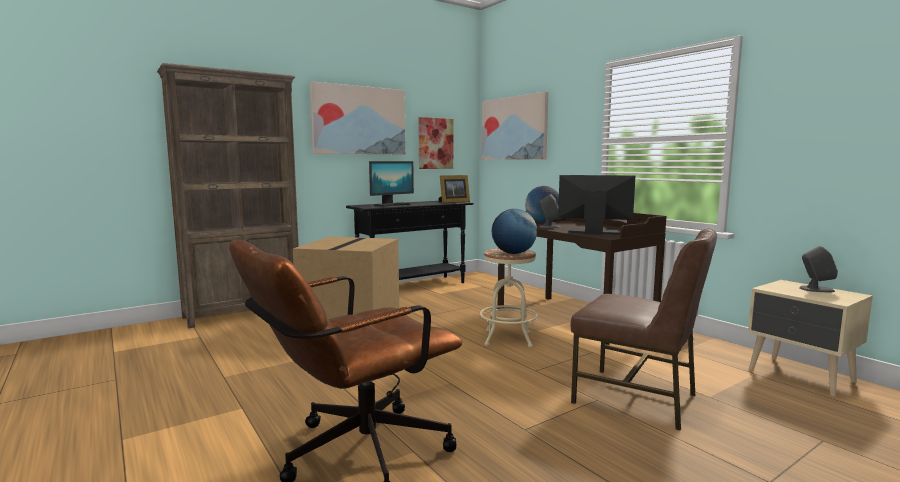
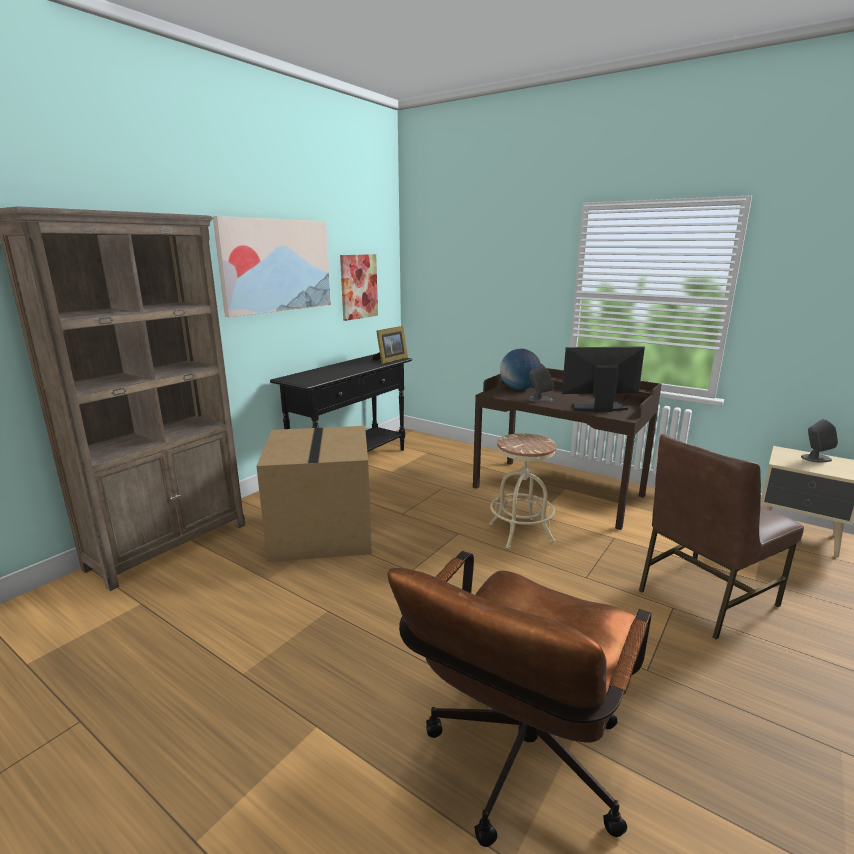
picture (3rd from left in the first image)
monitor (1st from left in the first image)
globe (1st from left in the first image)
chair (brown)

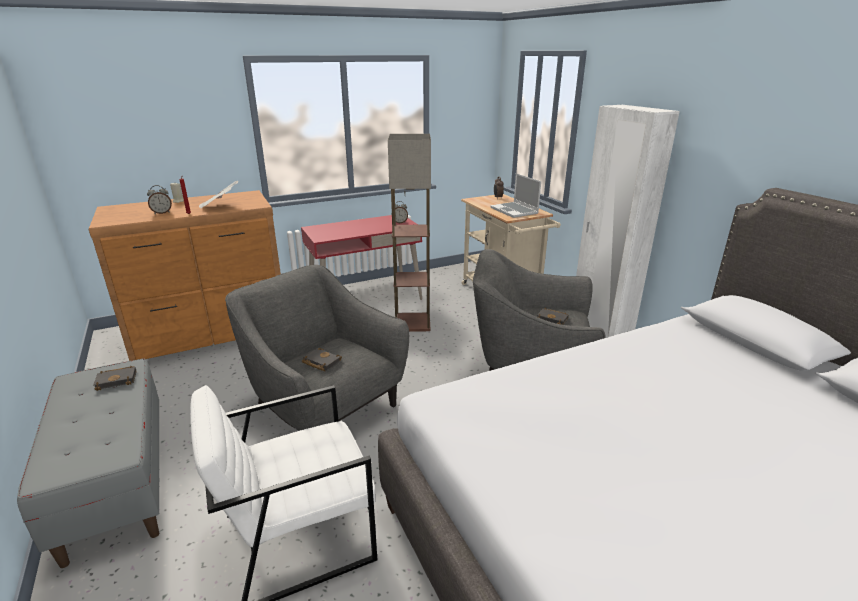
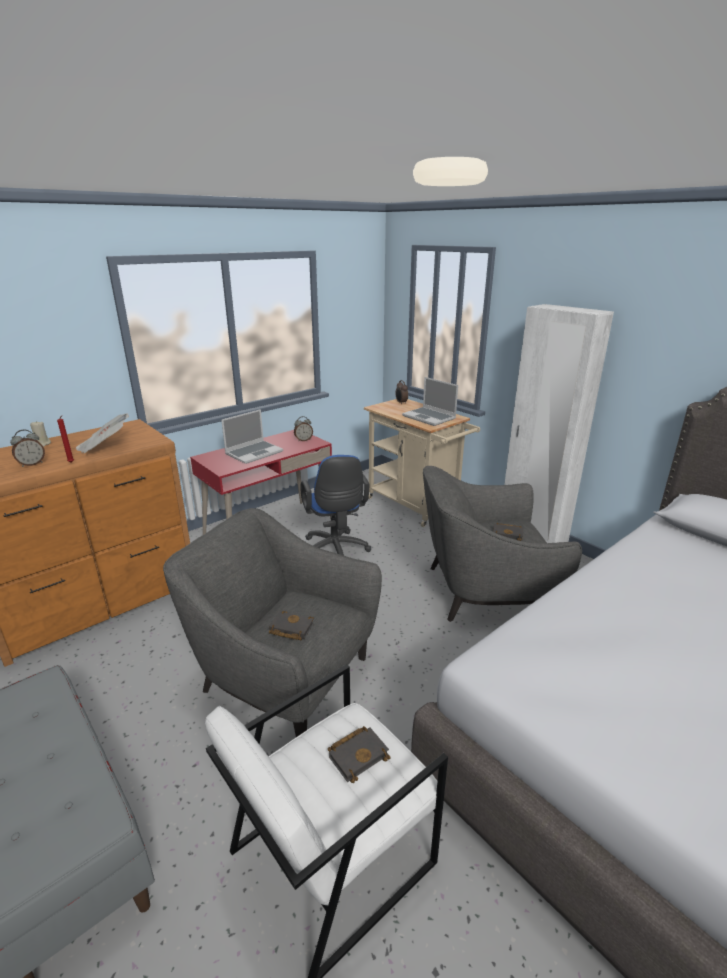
office chair (blue)
book (black) (2nd from left)
laptop (1st from left)

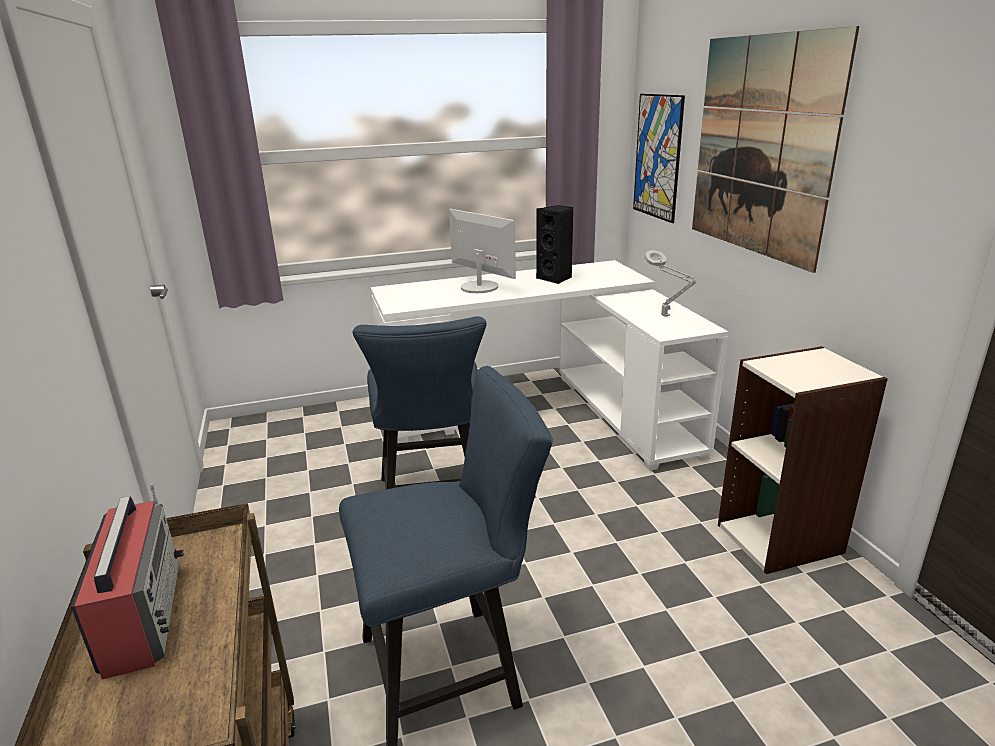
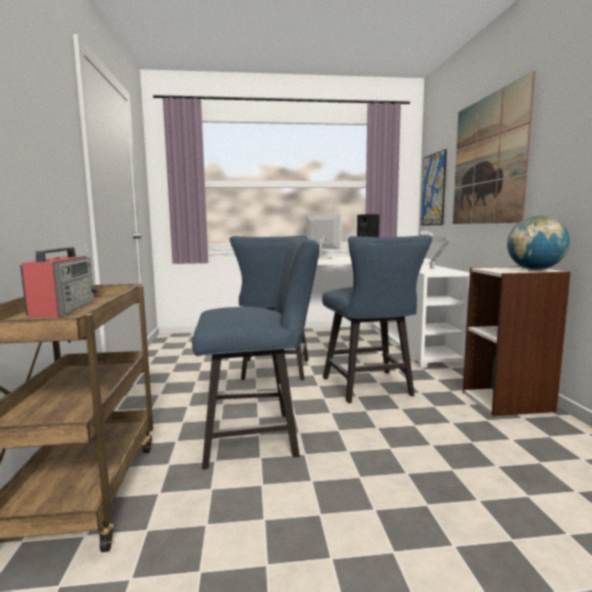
globe
chair (blue) (3rd from left)

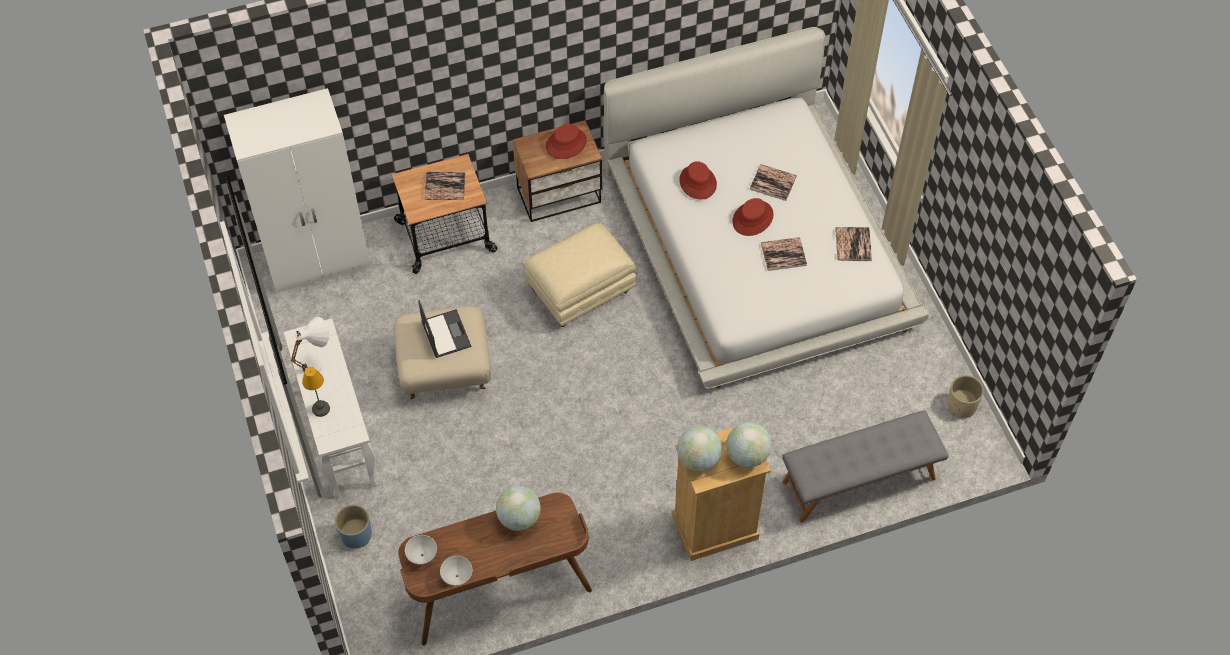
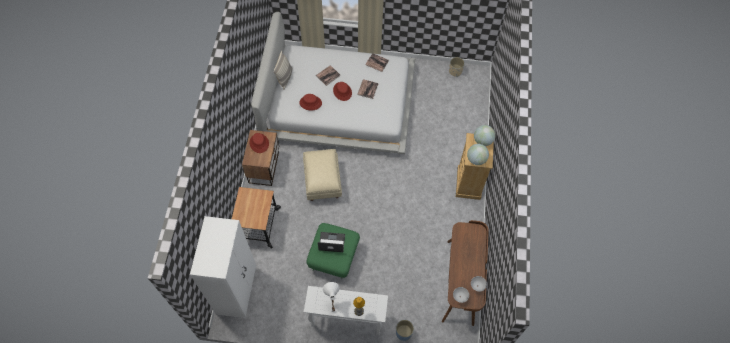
book (1st from left in the first image)
ottoman (green)
bench (grey)
globe (1st from left in the first image)
pillow

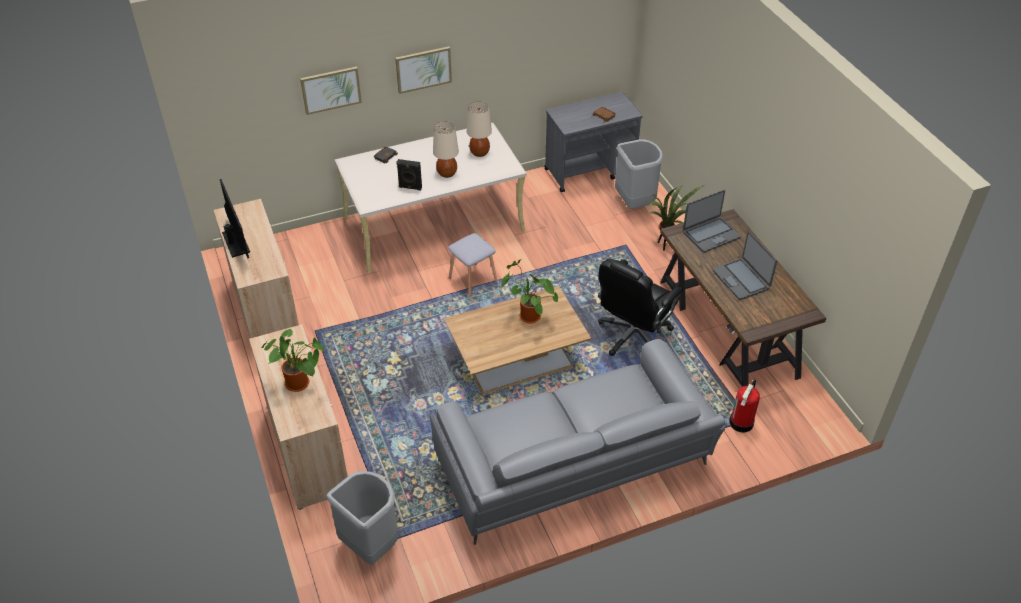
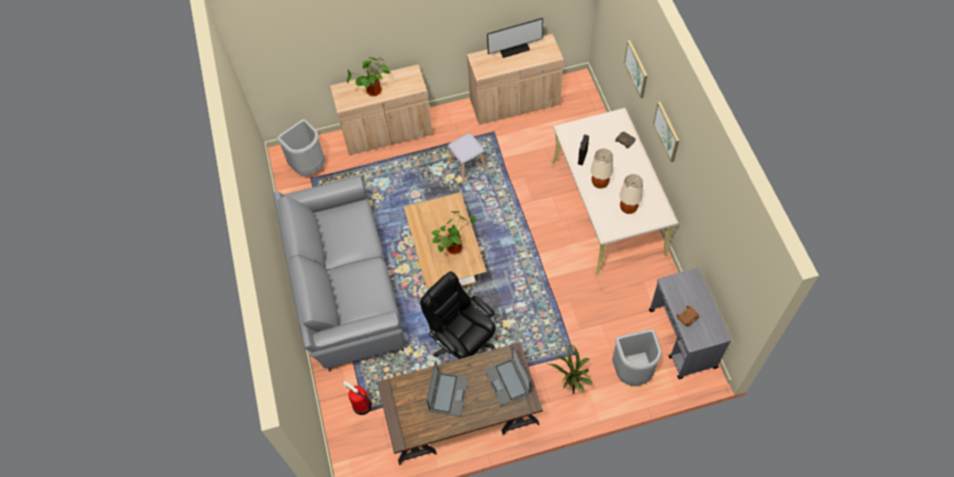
laptop (1st from left)
stool (grey)

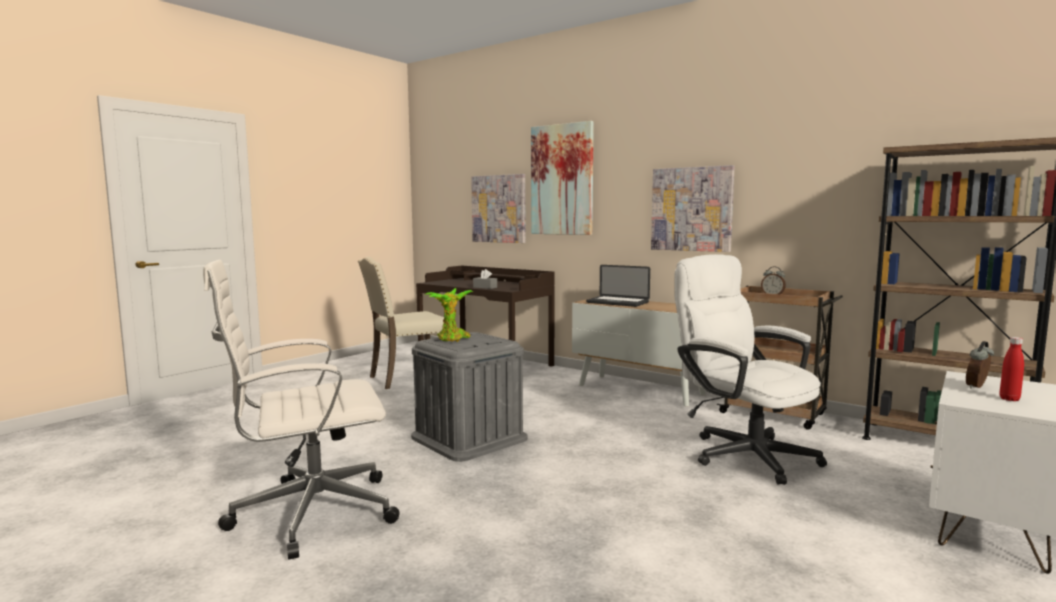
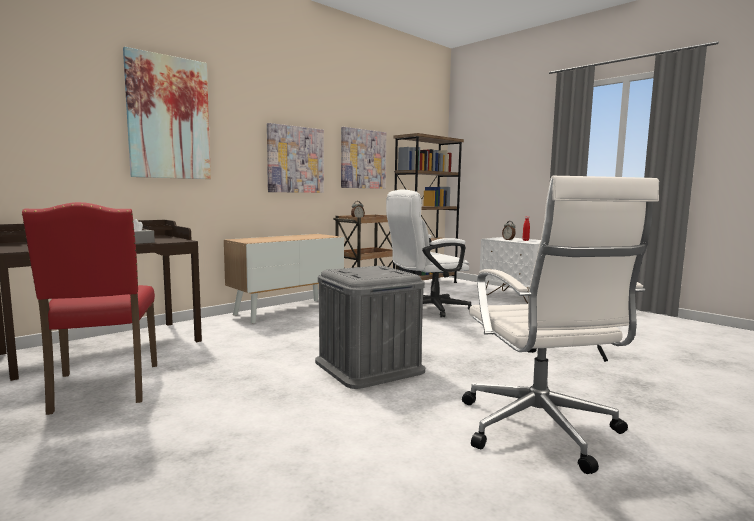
picture (3rd from left)
chair (red)
laptop
potted plant

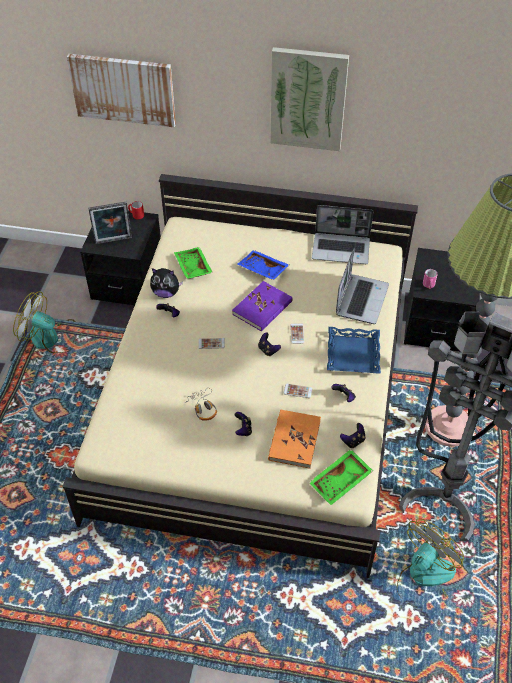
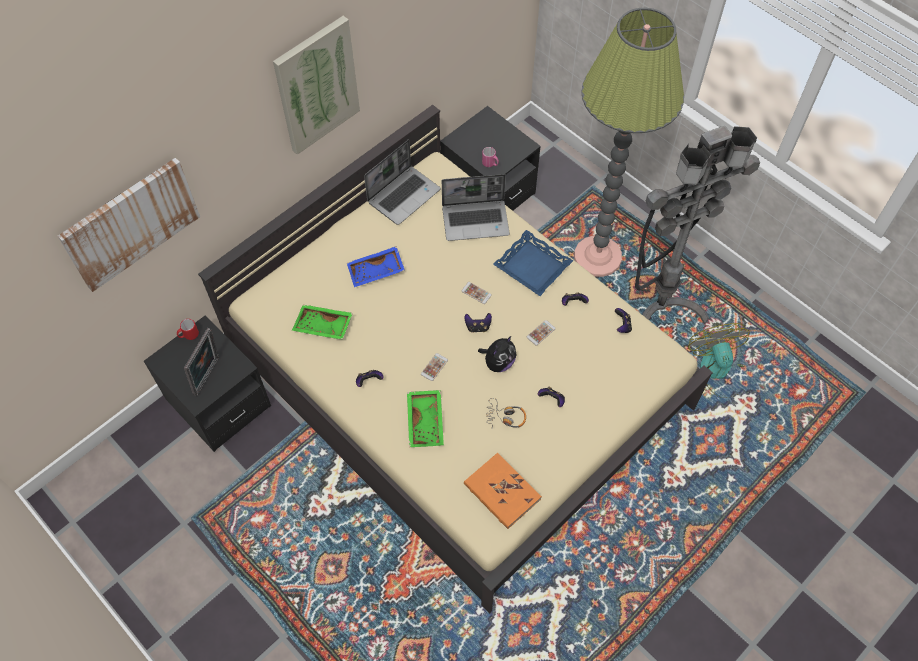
laptop (2nd from left)
plush toy
book (purple)
fan (1st from left in the first image)
book (orange)
tray (green) (2nd from left)

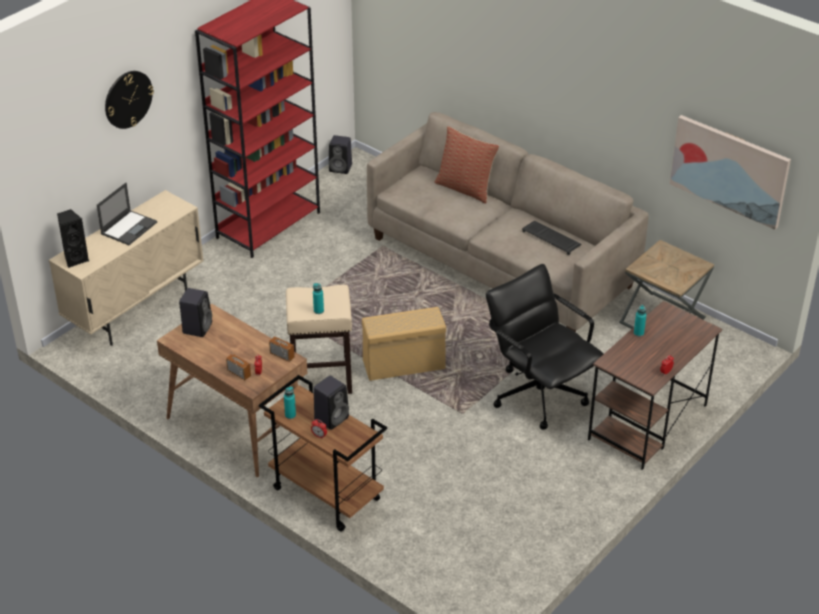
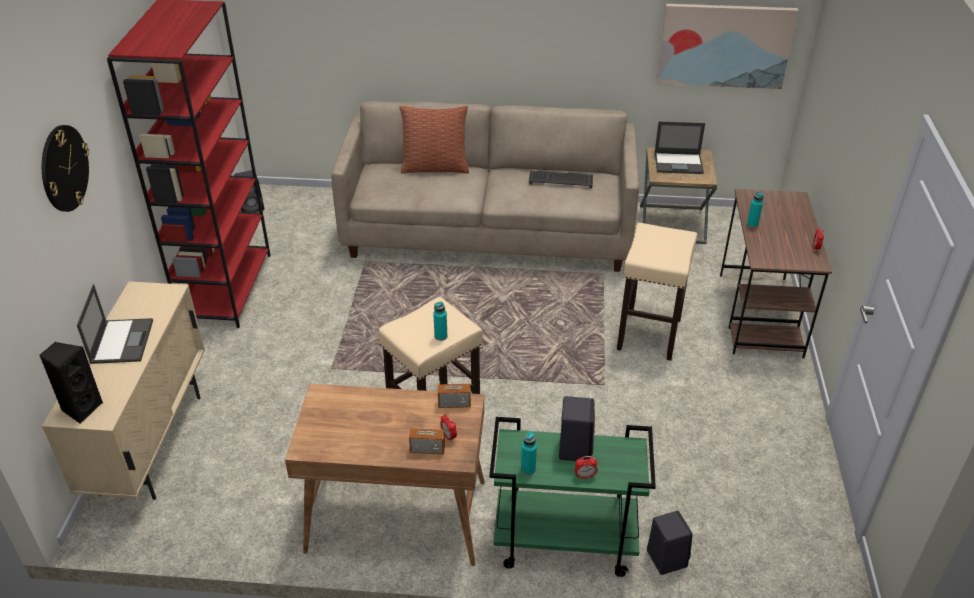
stool (beige) (2nd from left)
speaker (black) (4th from left)
storage box (beige)
cart (green)
laptop (2nd from left)

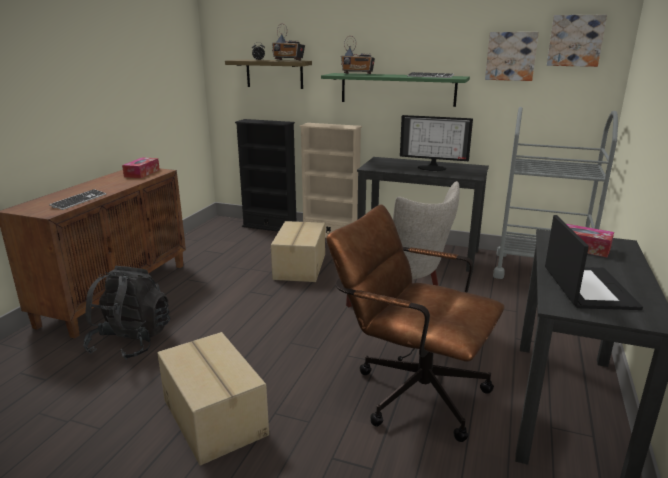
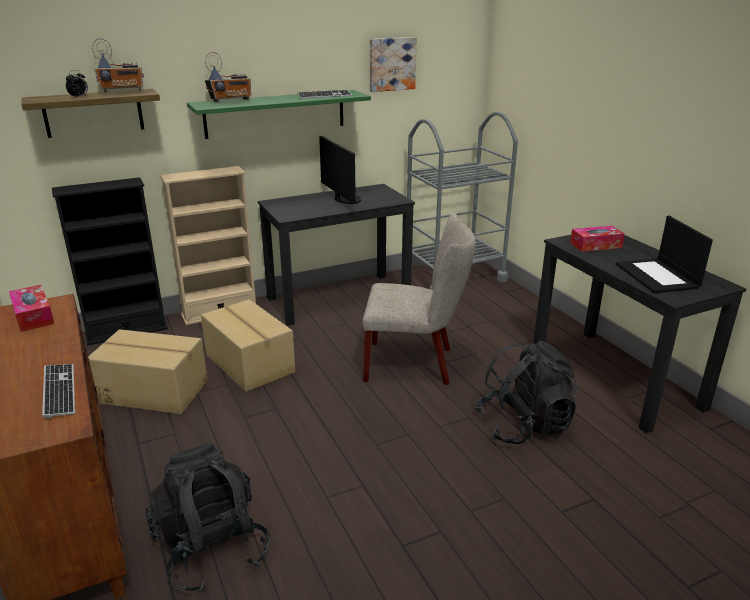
picture (2nd from left in the first image)
monitor
backpack (black) (2nd from left)
laptop
cardboard box (1st from left)

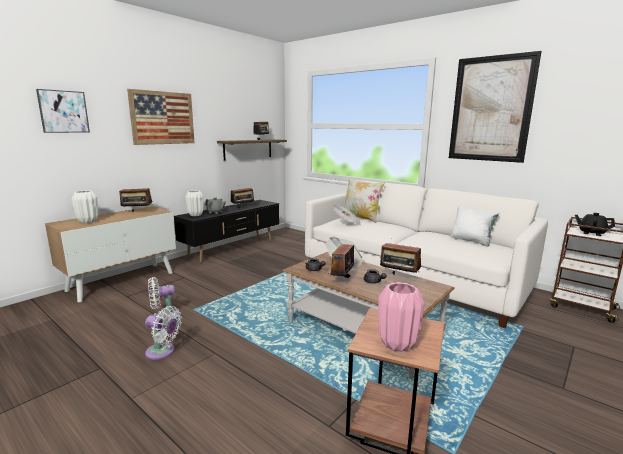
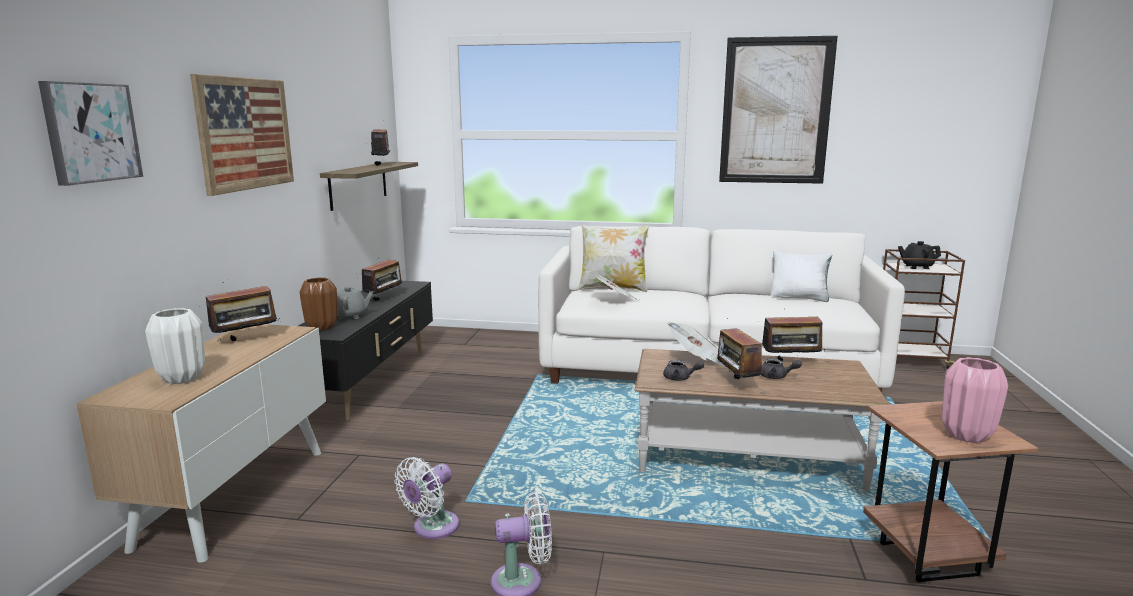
vase (brown)

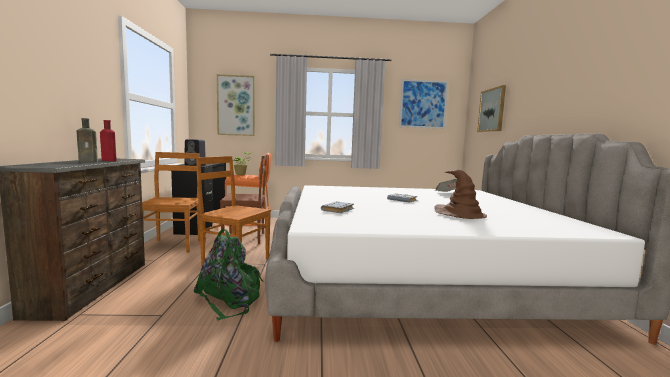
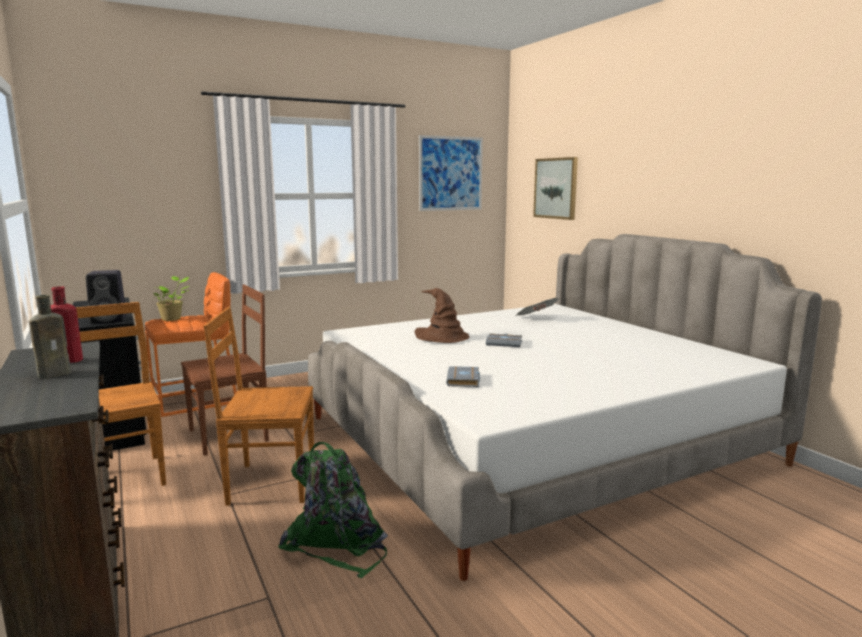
picture (1st from left in the first image)
hat (brown)

